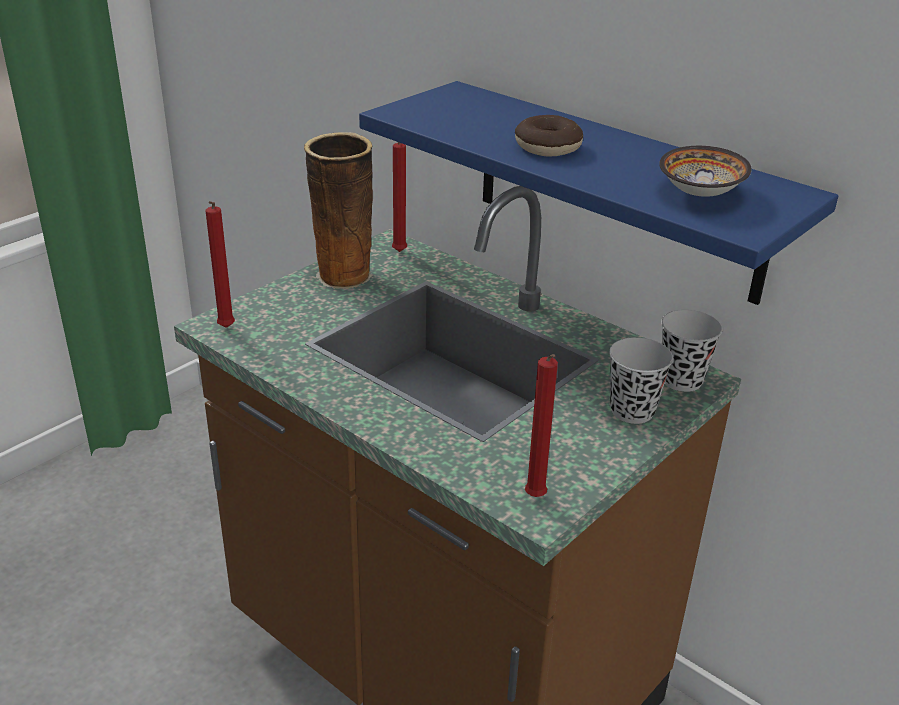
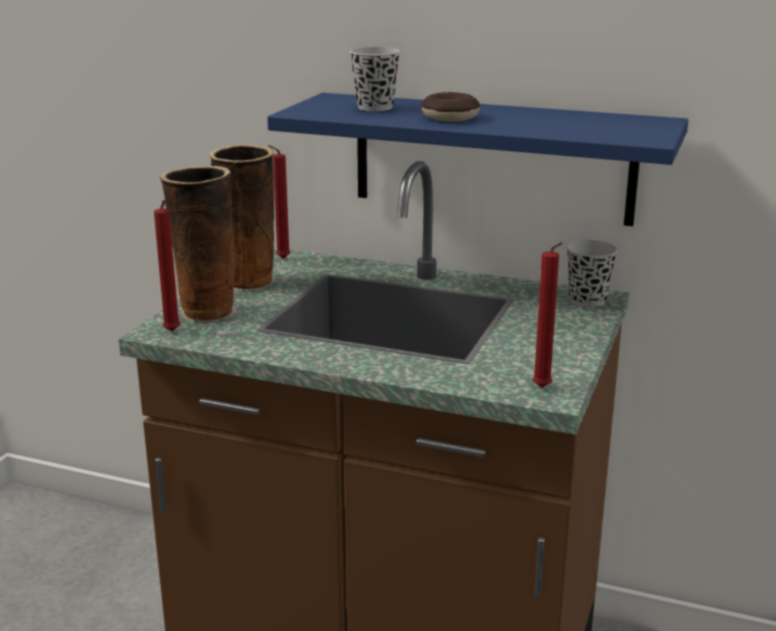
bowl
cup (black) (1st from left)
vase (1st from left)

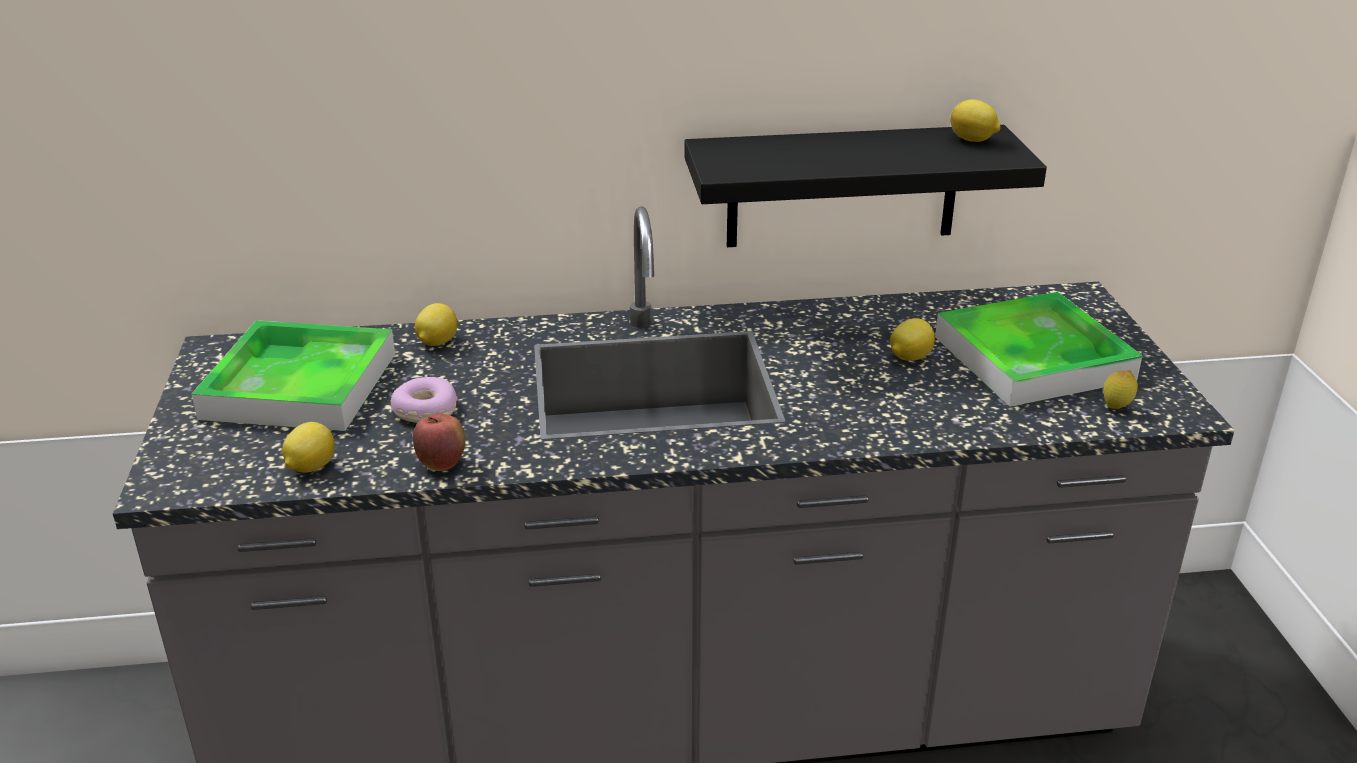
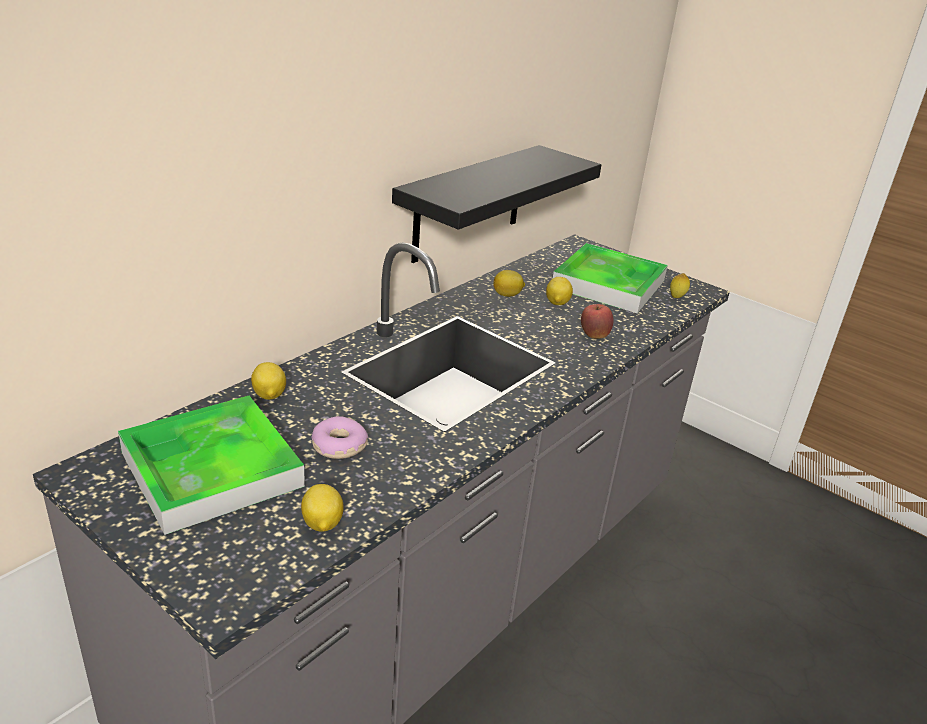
lemon (3rd from left)
apple

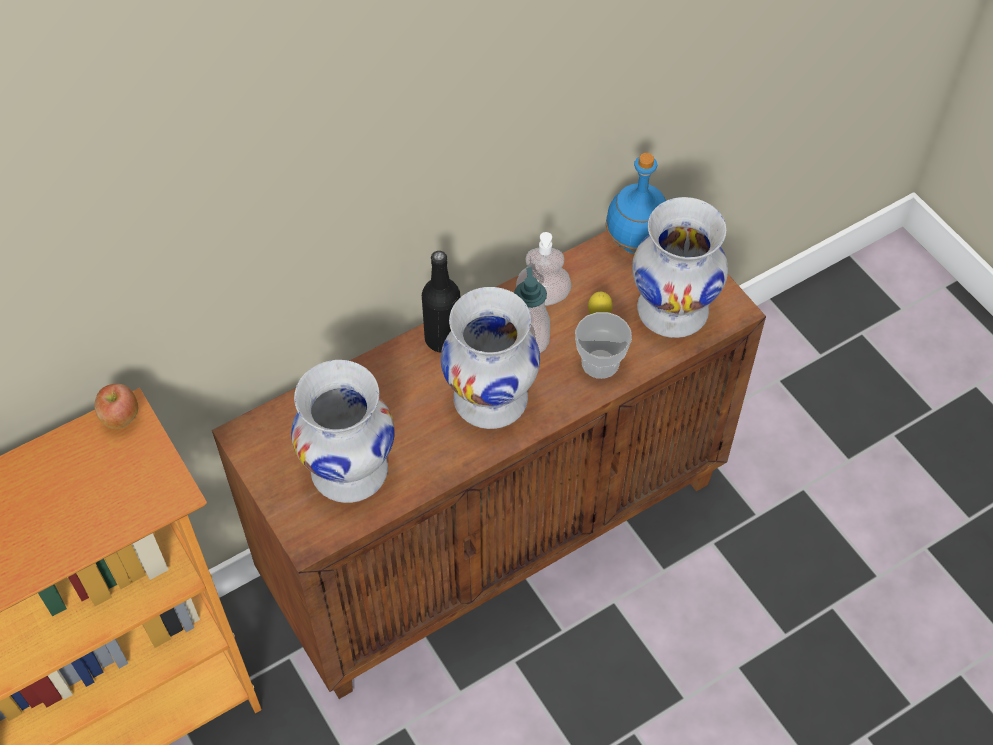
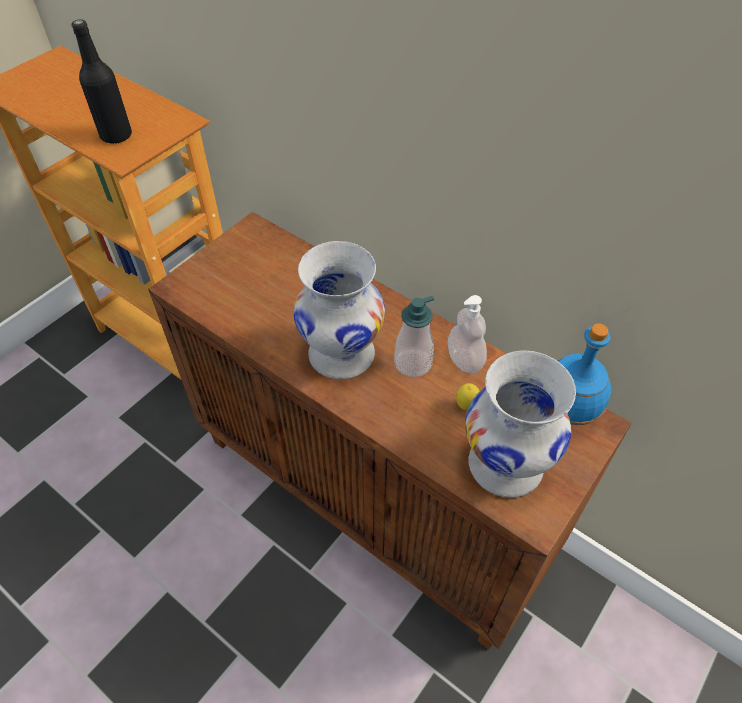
bottle (black)
cup
vase (white) (1st from left in the first image)
apple

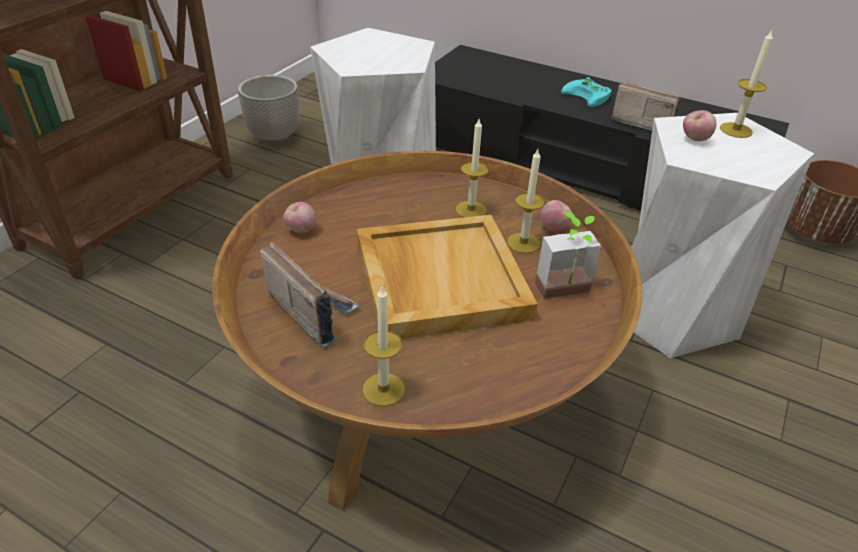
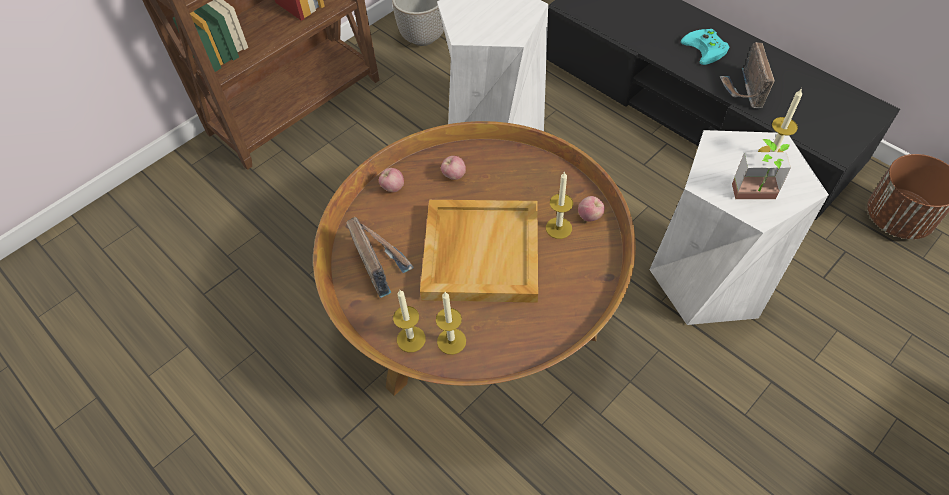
radio (2nd from left)
apple (2nd from left)
candle (2nd from left)
potted plant

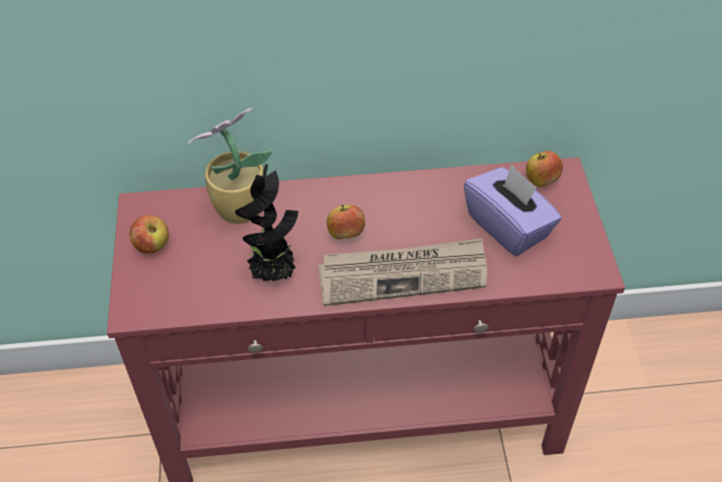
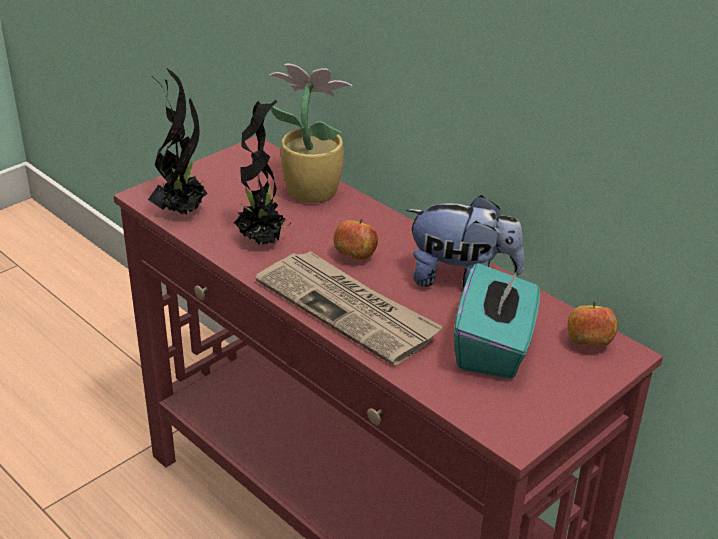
tissue box (turquoise)
apple (1st from left in the first image)
potted plant (1st from left)
plush toy

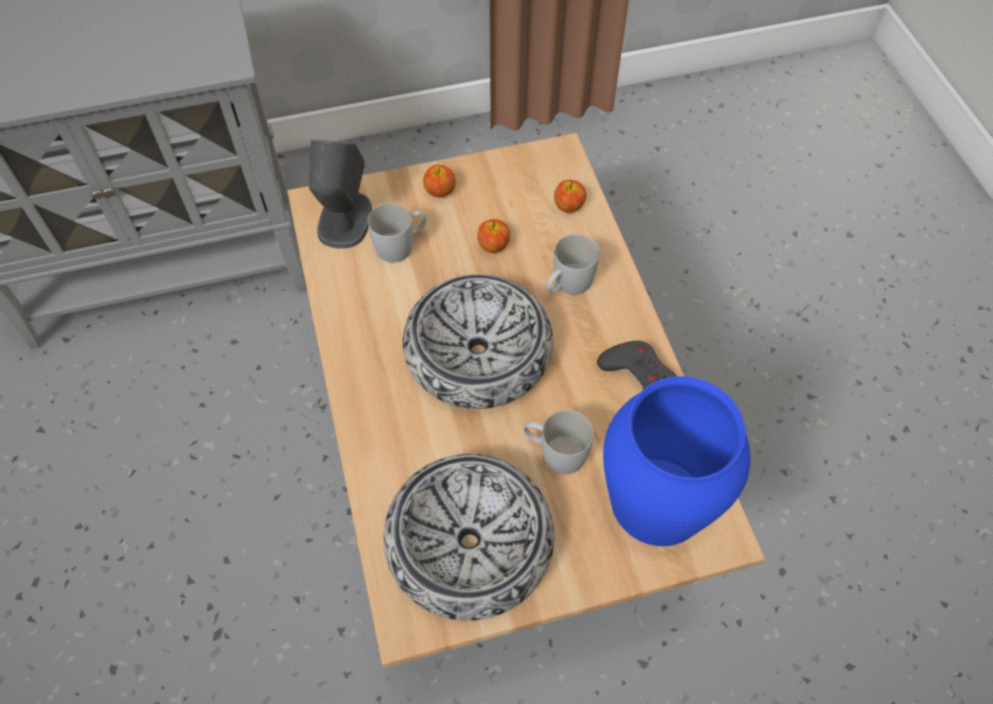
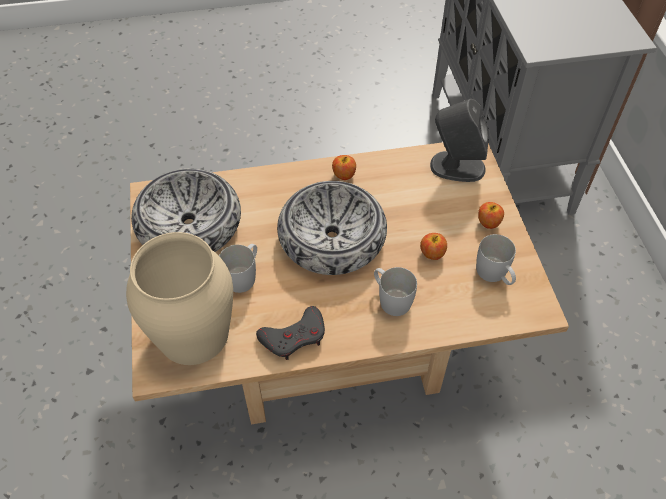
apple (1st from left)
mug (white) (3rd from left)
vase (beige)

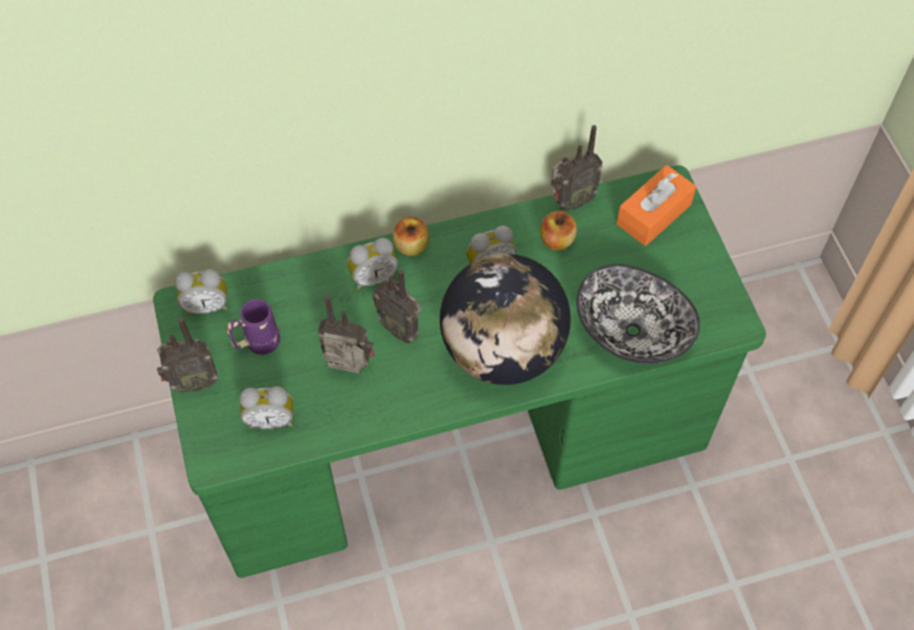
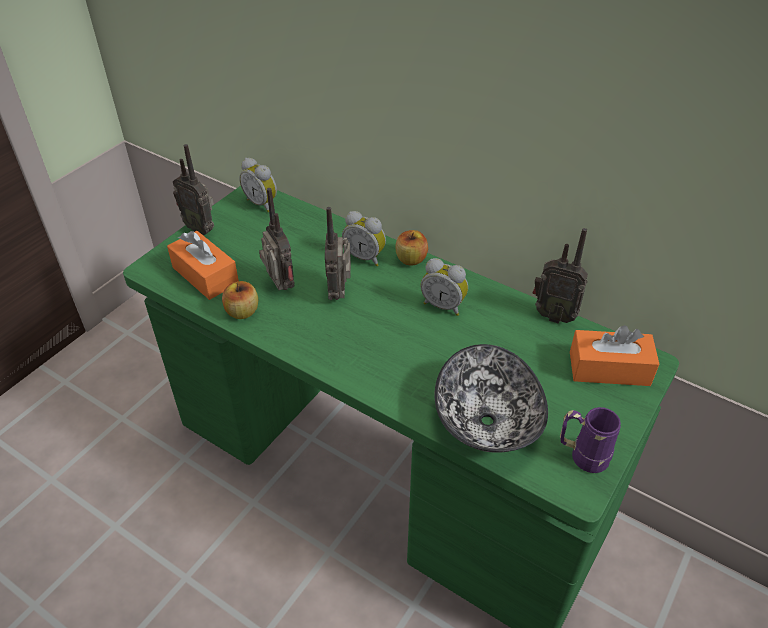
apple (1st from left)
globe
mug (purple)
tissue box (orange) (1st from left)

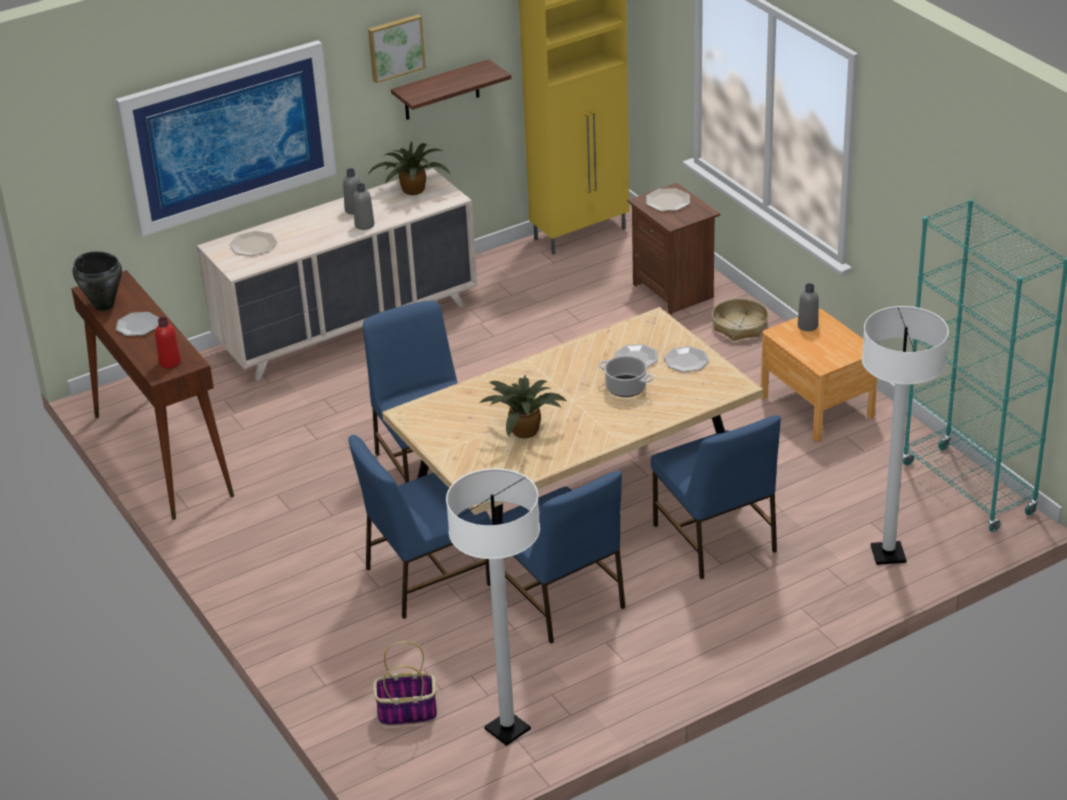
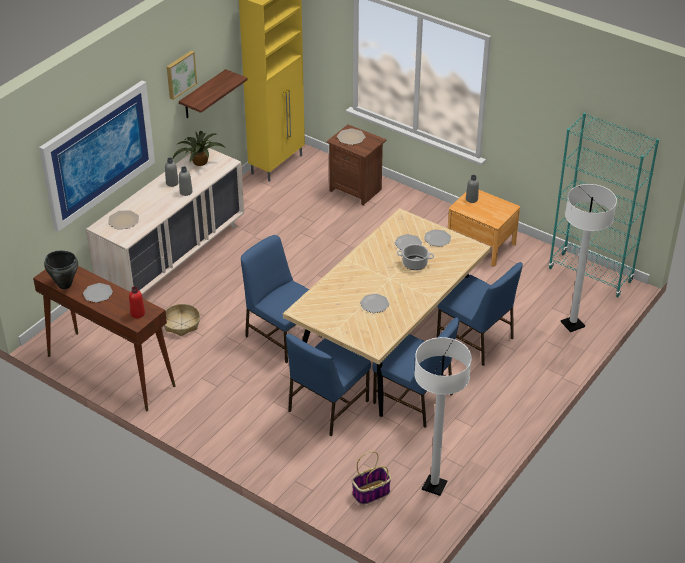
basket (1st from left)
plate (4th from left)

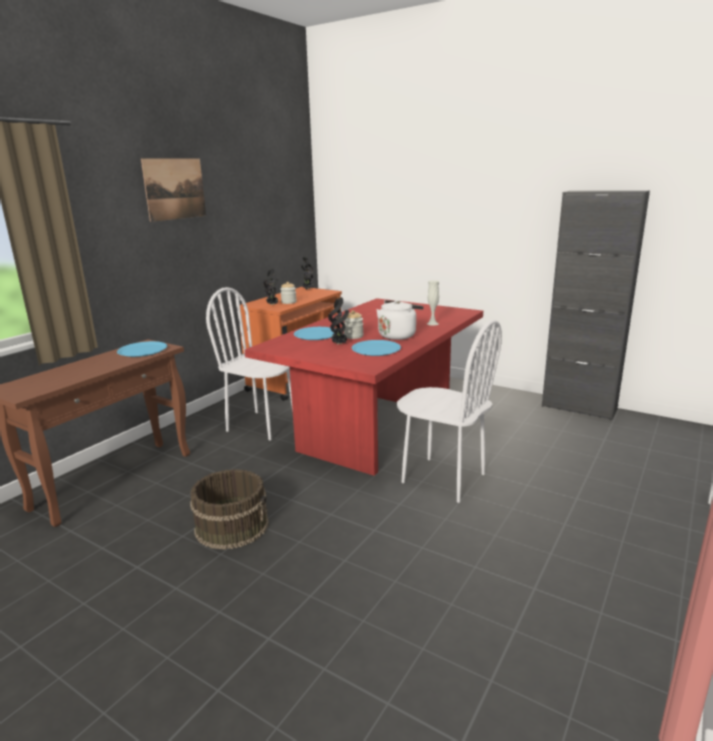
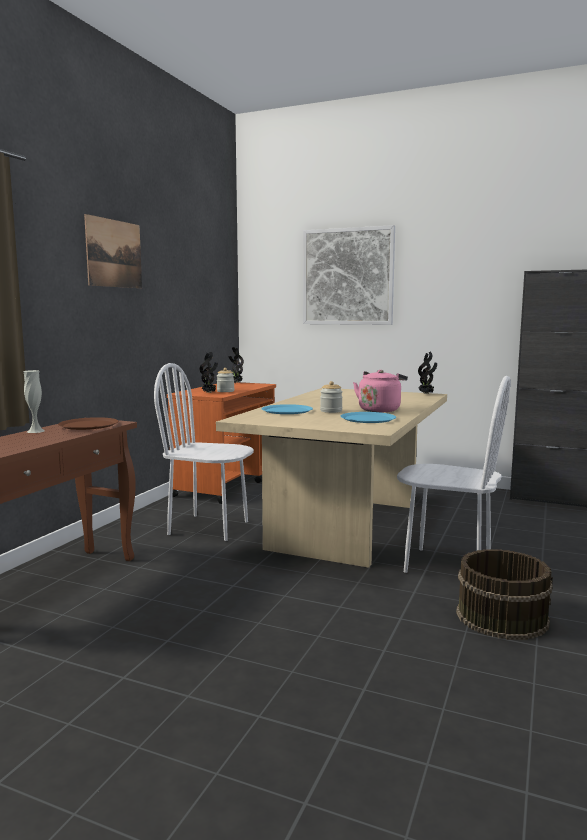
vase (white)
potted plant (3rd from left)
dining table (beige)
kettle (pink)
plate (brown)
bucket (brown)
picture (2nd from left)

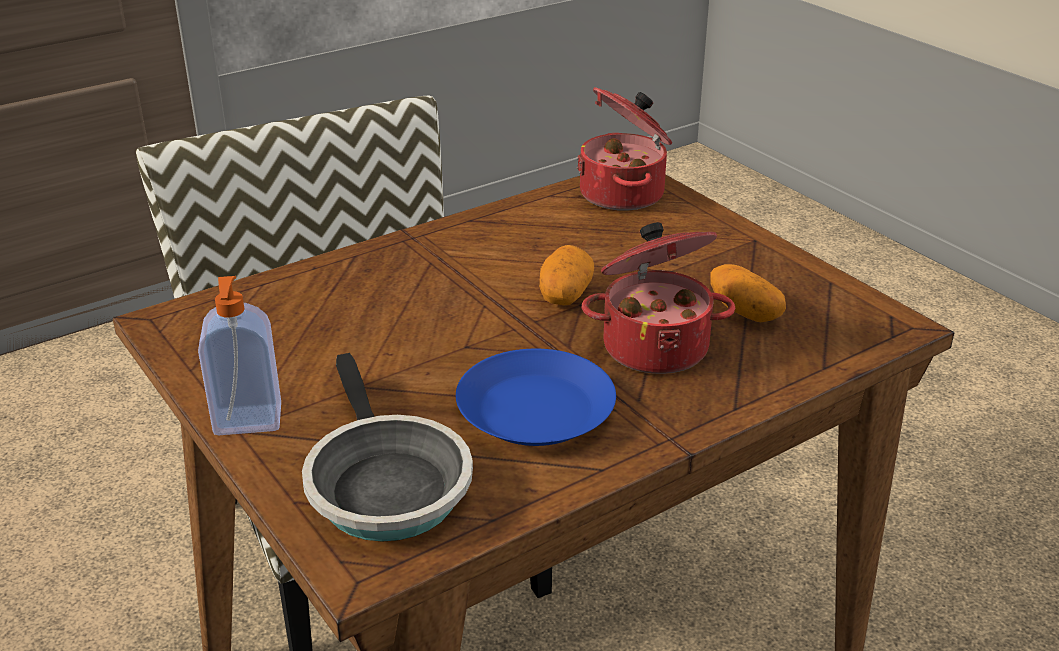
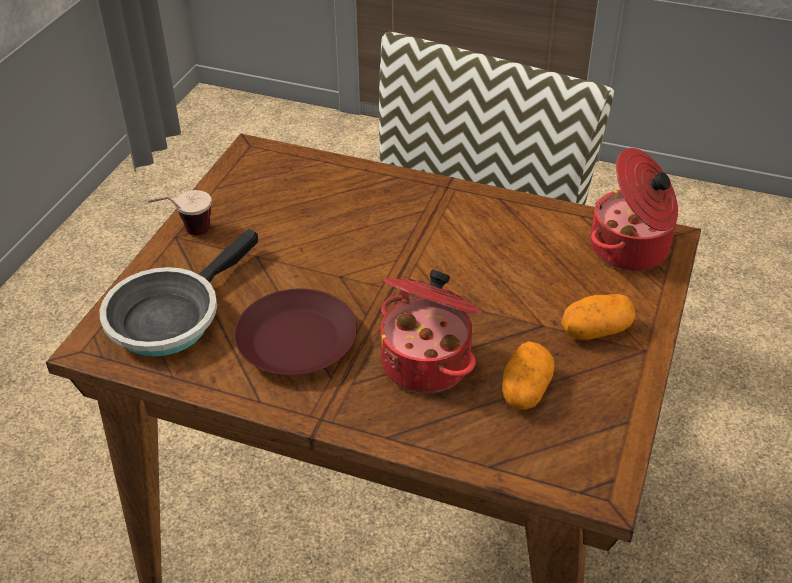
potato (2nd from left)
cup
plate (brown)

